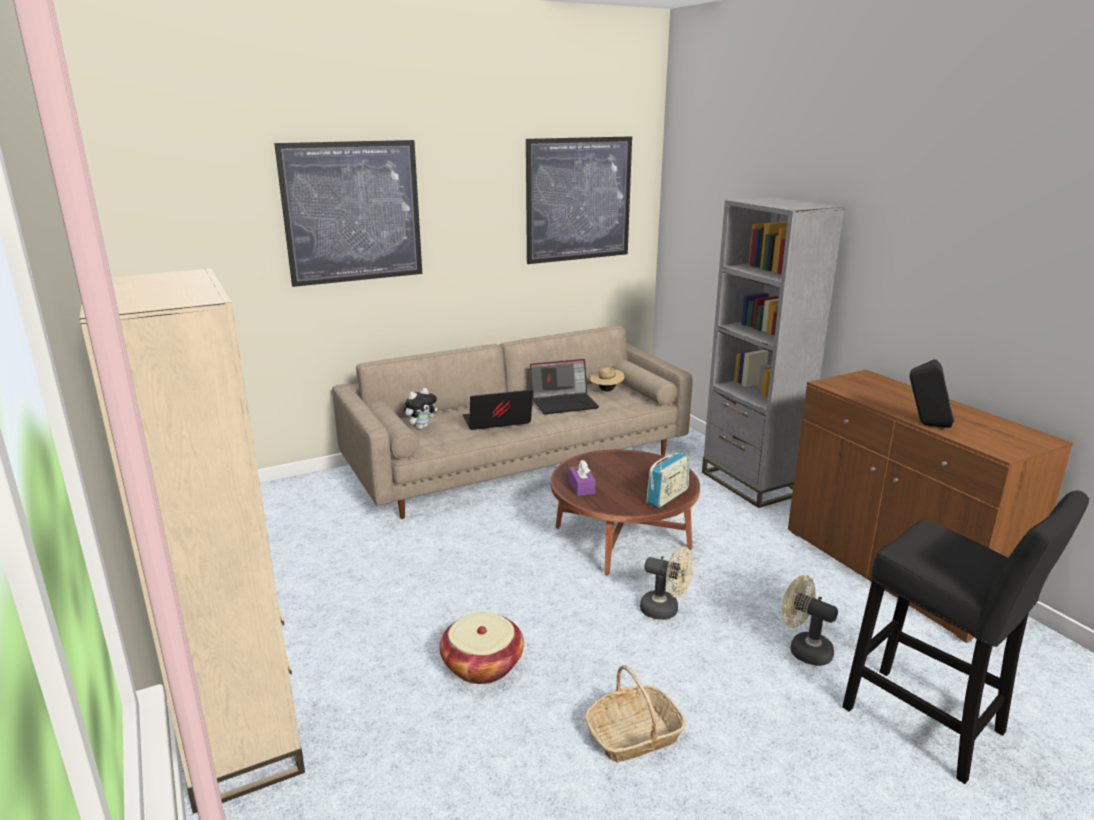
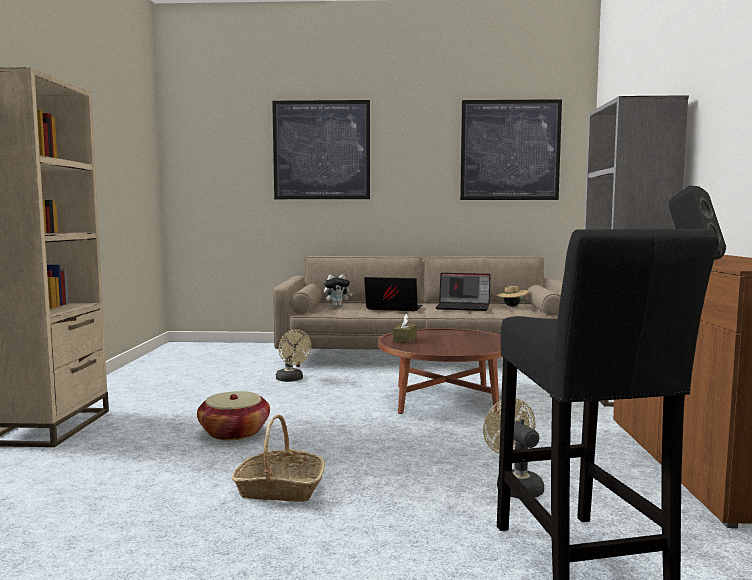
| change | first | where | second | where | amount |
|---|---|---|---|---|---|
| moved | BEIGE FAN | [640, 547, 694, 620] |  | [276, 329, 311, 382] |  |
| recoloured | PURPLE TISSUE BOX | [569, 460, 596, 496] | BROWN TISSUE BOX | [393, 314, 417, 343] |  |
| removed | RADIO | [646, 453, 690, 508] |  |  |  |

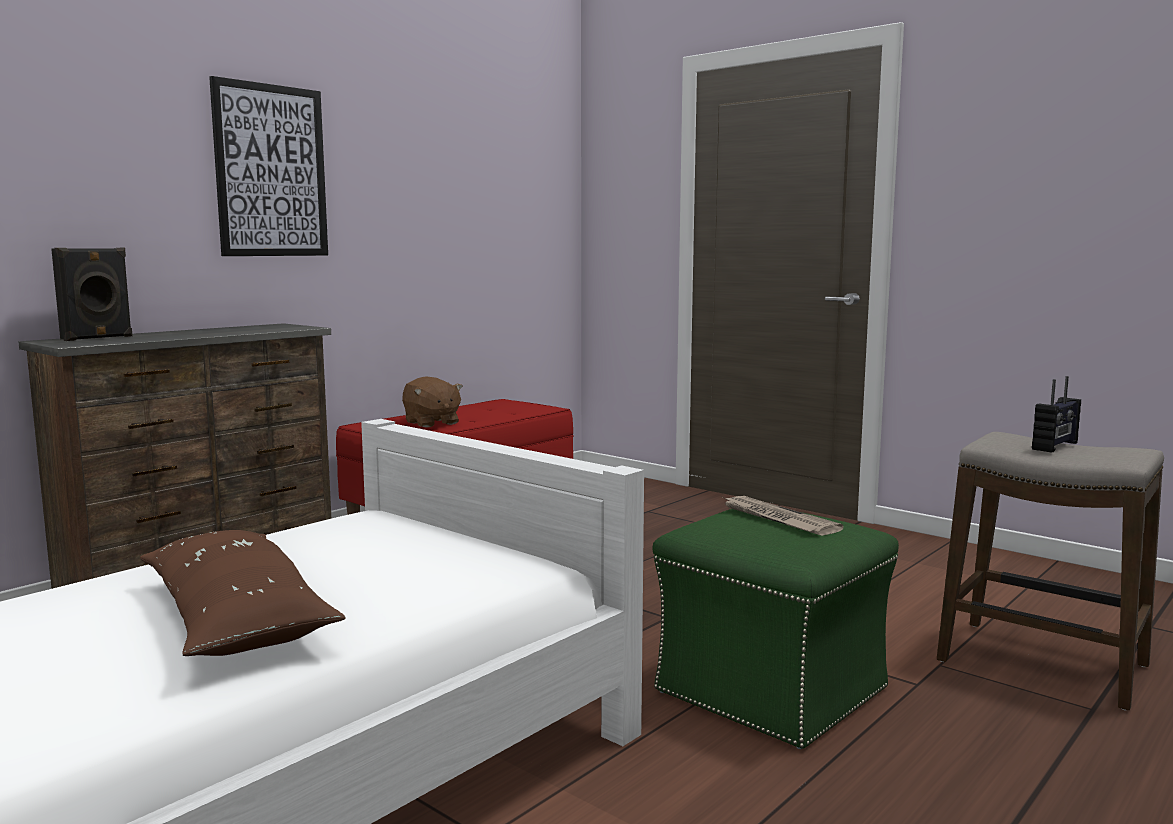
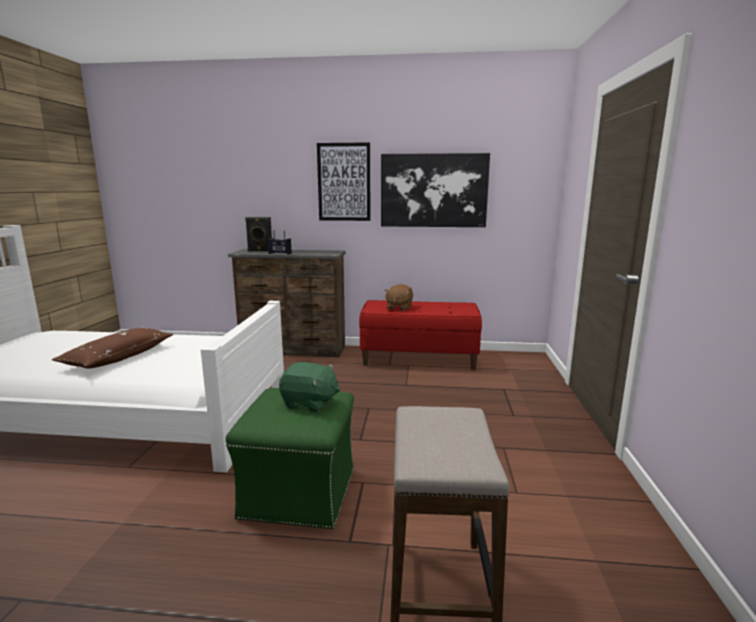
| change | first | where | second | where | amount |
|---|---|---|---|---|---|
| moved | RADIO | [1032, 376, 1081, 452] |  | [268, 230, 292, 255] |  |
| replaced | NEWSPAPER | [722, 496, 844, 536] | GREEN PLUSH TOY | [279, 362, 340, 412] |  |
| added |  |  | PICTURE | [381, 153, 490, 227] |  |

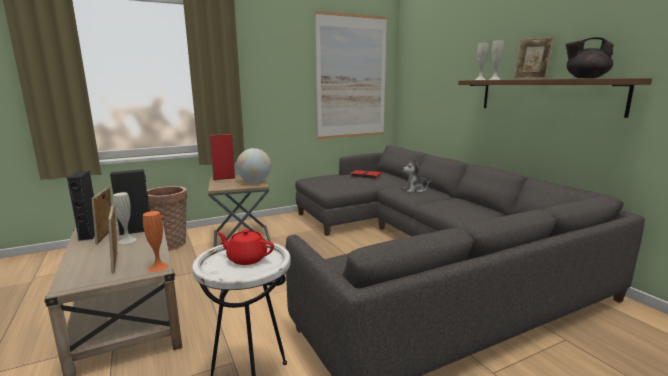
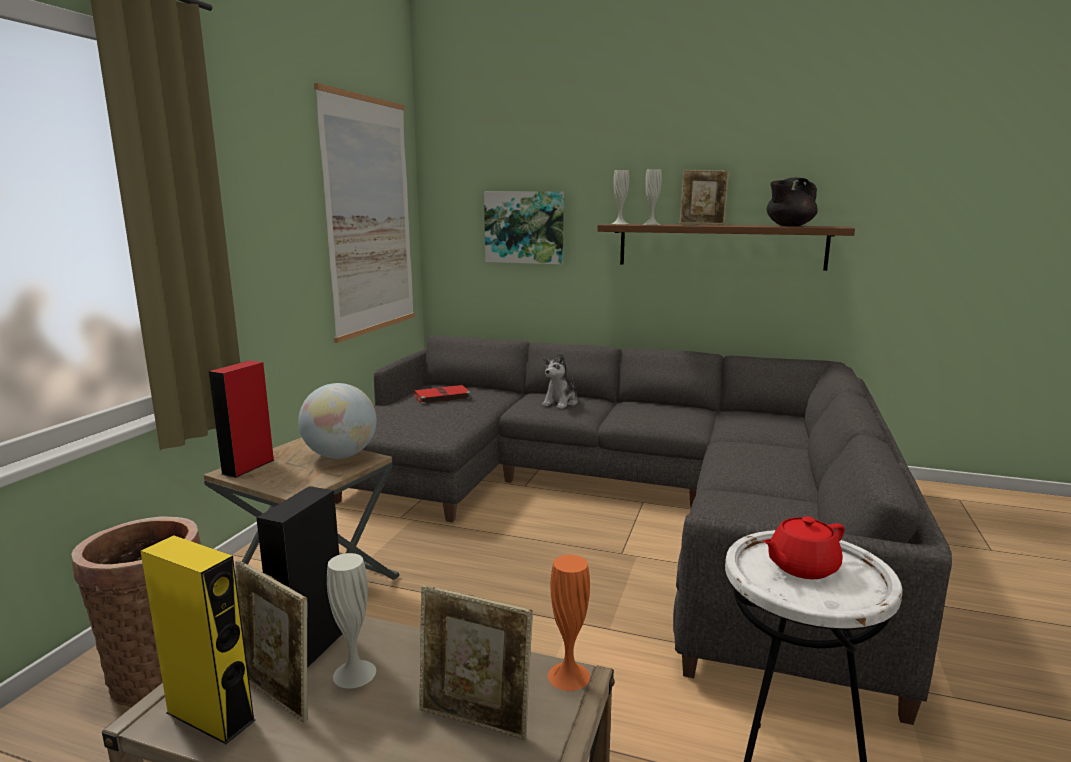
| change | first | where | second | where | amount |
|---|---|---|---|---|---|
| recoloured | BLACK SPEAKER | [67, 171, 95, 241] | YELLOW SPEAKER | [141, 535, 256, 744] |  |
| added |  |  | PICTURE | [484, 191, 564, 264] |  |

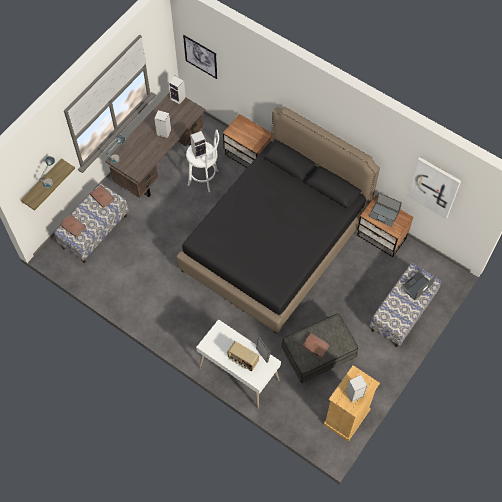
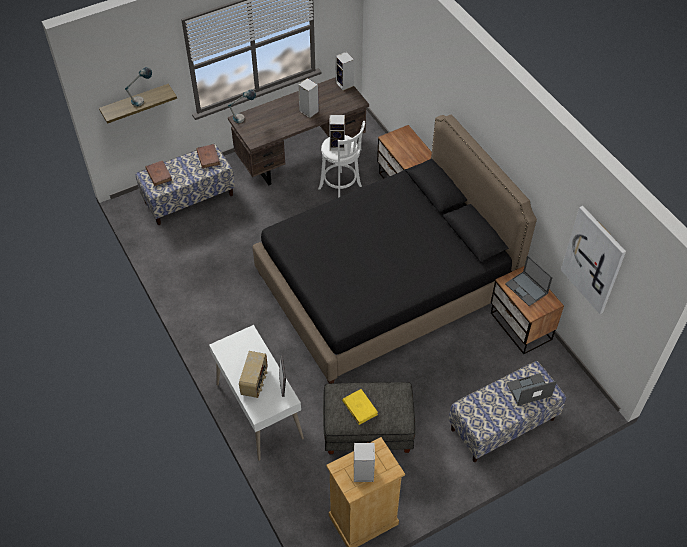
| change | first | where | second | where | amount |
|---|---|---|---|---|---|
| turned | RADIO | [227, 341, 259, 371] |  | [239, 351, 268, 398] | 135 degrees counterclockwise |
| recoloured | BROWN BOOK | [302, 333, 330, 358] | YELLOW BOOK | [342, 389, 378, 425] |  |
| removed | PICTURE | [183, 35, 217, 79] |  |  |  |

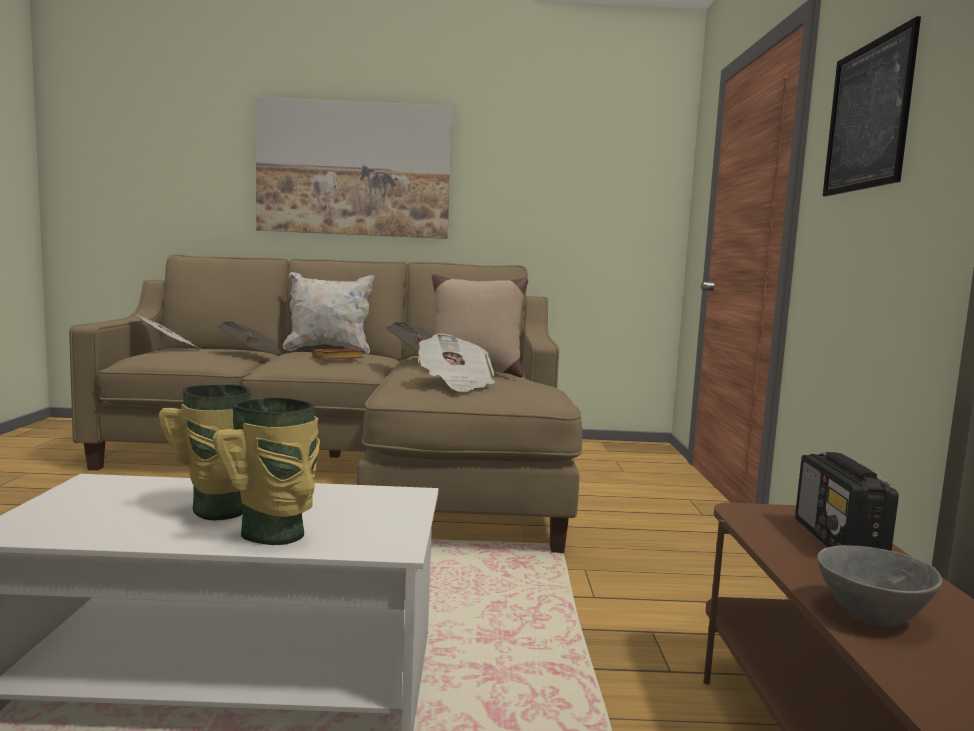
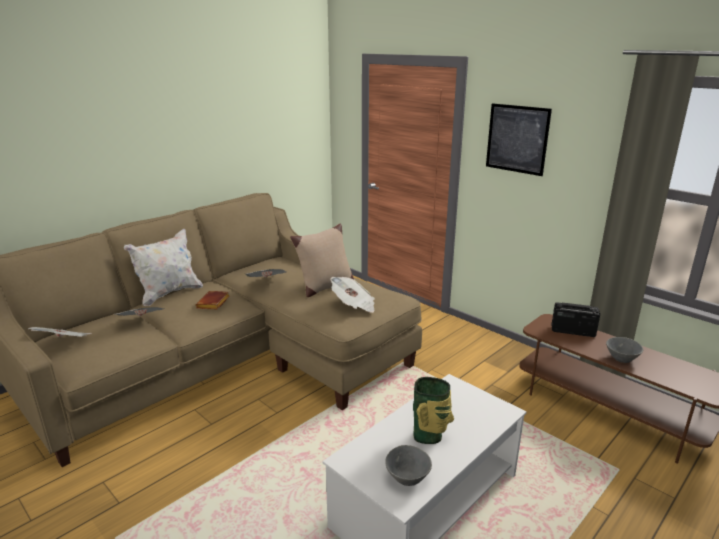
| change | first | where | second | where | amount |
|---|---|---|---|---|---|
| added |  |  | GREY BOWL | [385, 445, 432, 486] |  |
| turned | RADIO | [795, 452, 899, 551] |  | [552, 302, 600, 337] | 150 degrees clockwise |
| removed | VASE | [213, 397, 320, 545] |  |  |  |
| removed | PICTURE | [256, 97, 452, 239] |  |  |  |

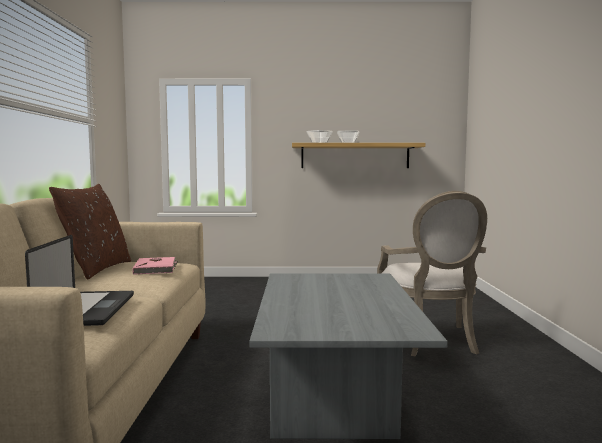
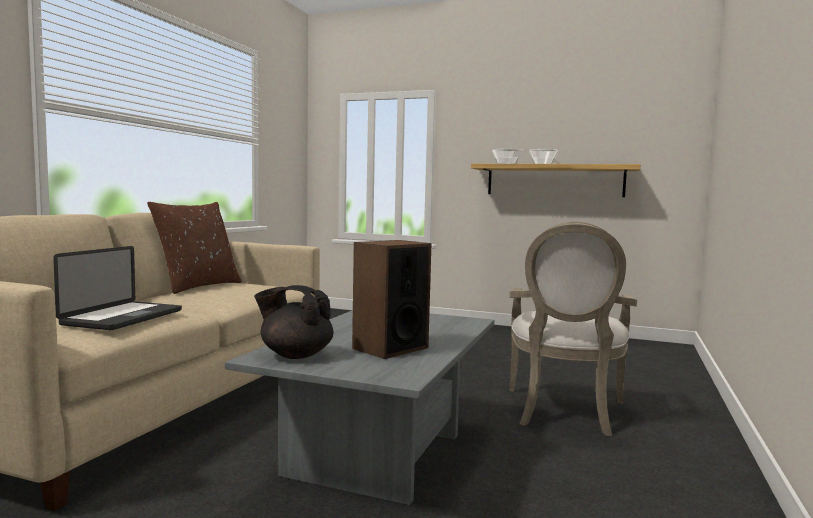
| change | first | where | second | where | amount |
|---|---|---|---|---|---|
| added |  |  | BLACK TEAPOT | [254, 285, 333, 359] |  |
| added |  |  | SPEAKER | [352, 240, 432, 359] |  |
| removed | PINK BOOK | [132, 257, 178, 275] |  |  |  |

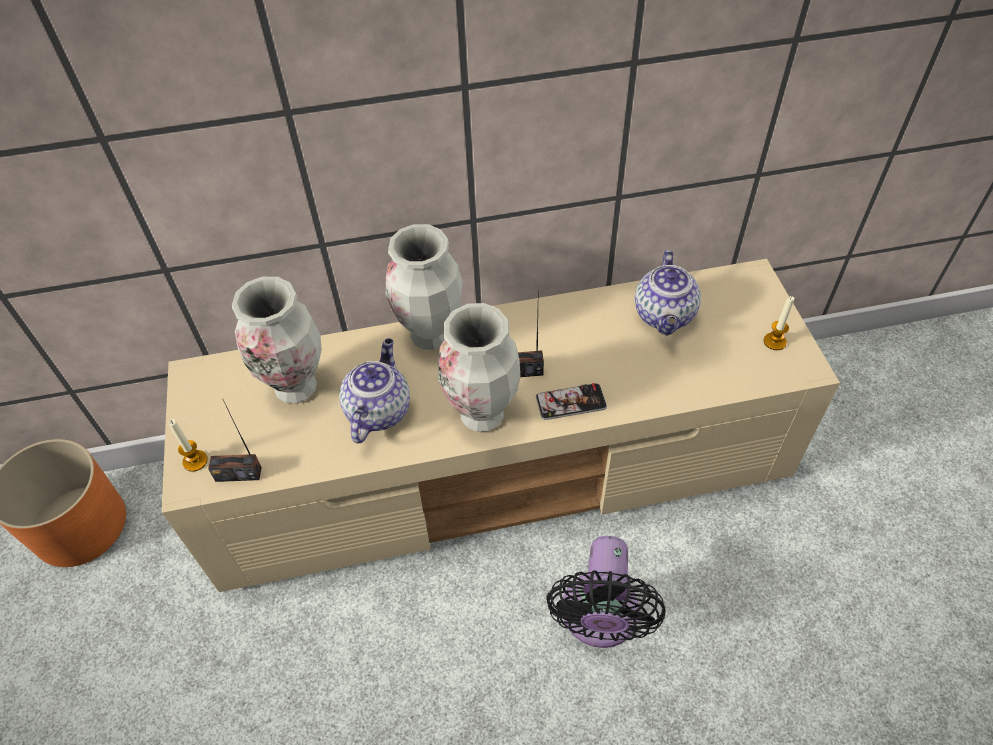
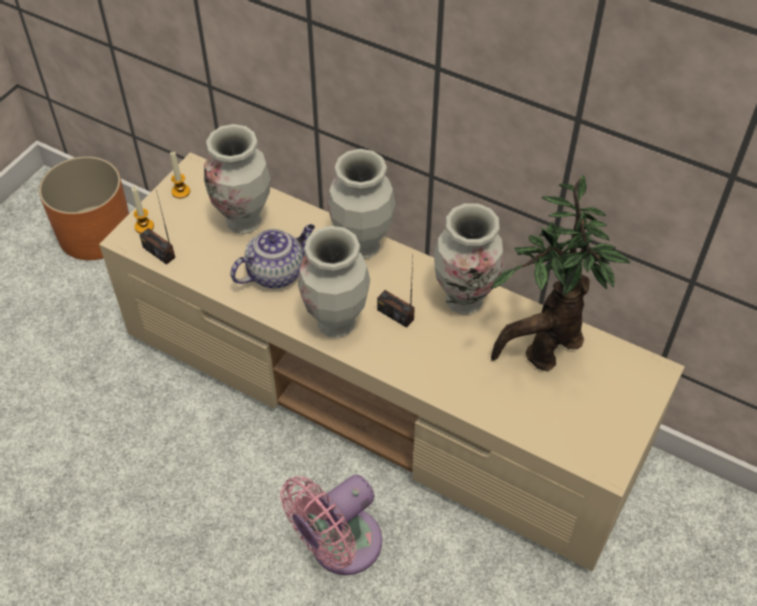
| change | first | where | second | where | amount |
|---|---|---|---|---|---|
| moved | CANDLE | [764, 296, 794, 350] |  | [170, 151, 190, 199] |  |
| recoloured | BLACK FAN | [546, 536, 666, 648] | PINK FAN | [280, 475, 382, 575] |  |
| added |  |  | VASE | [434, 203, 504, 314] |  |
| replaced | TEAPOT | [635, 250, 701, 335] | POTTED PLANT | [491, 175, 631, 371] |  |
| removed | PHONE | [536, 383, 607, 420] |  |  |  |

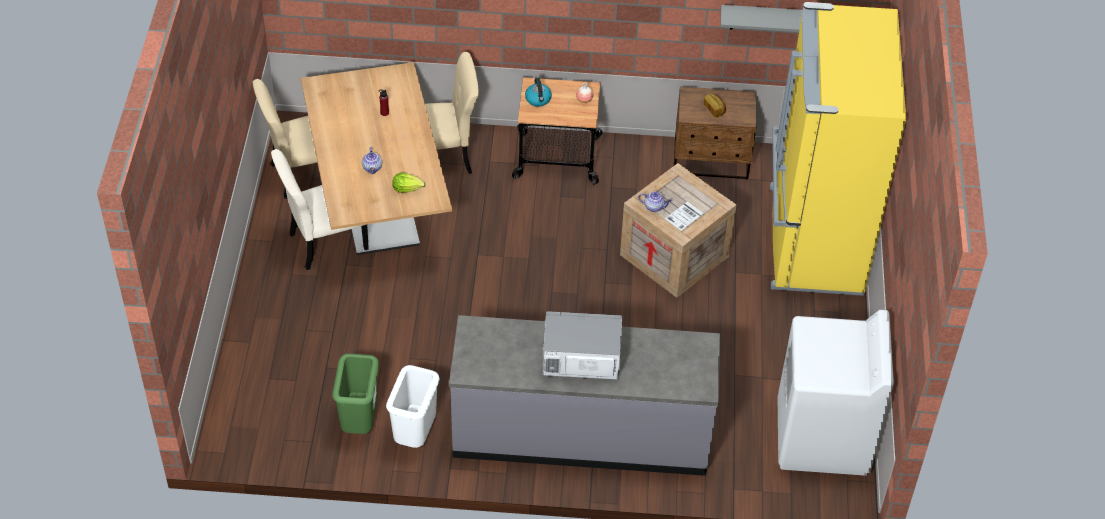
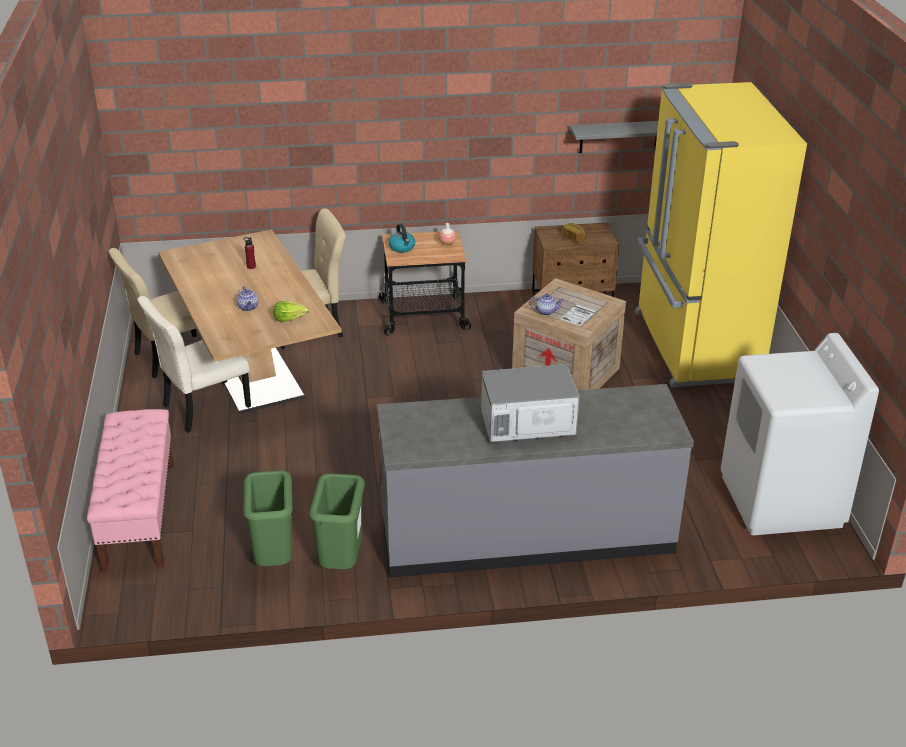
| change | first | where | second | where | amount |
|---|---|---|---|---|---|
| added |  |  | PINK BENCH | [87, 409, 174, 572] |  |
| recoloured | WHITE TRASH CAN | [386, 365, 440, 448] | GREEN TRASH CAN | [309, 473, 365, 569] |  |

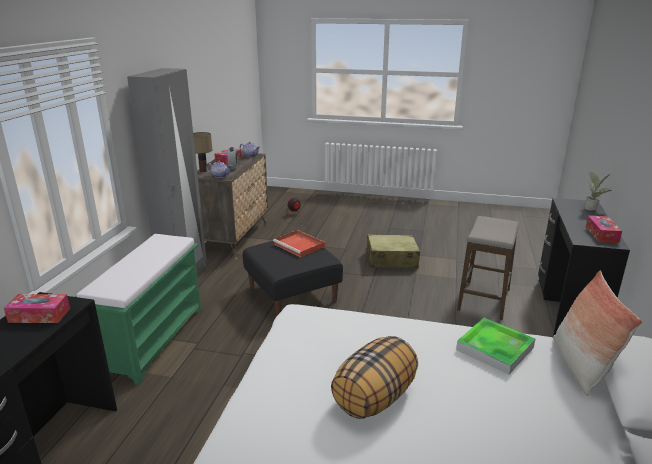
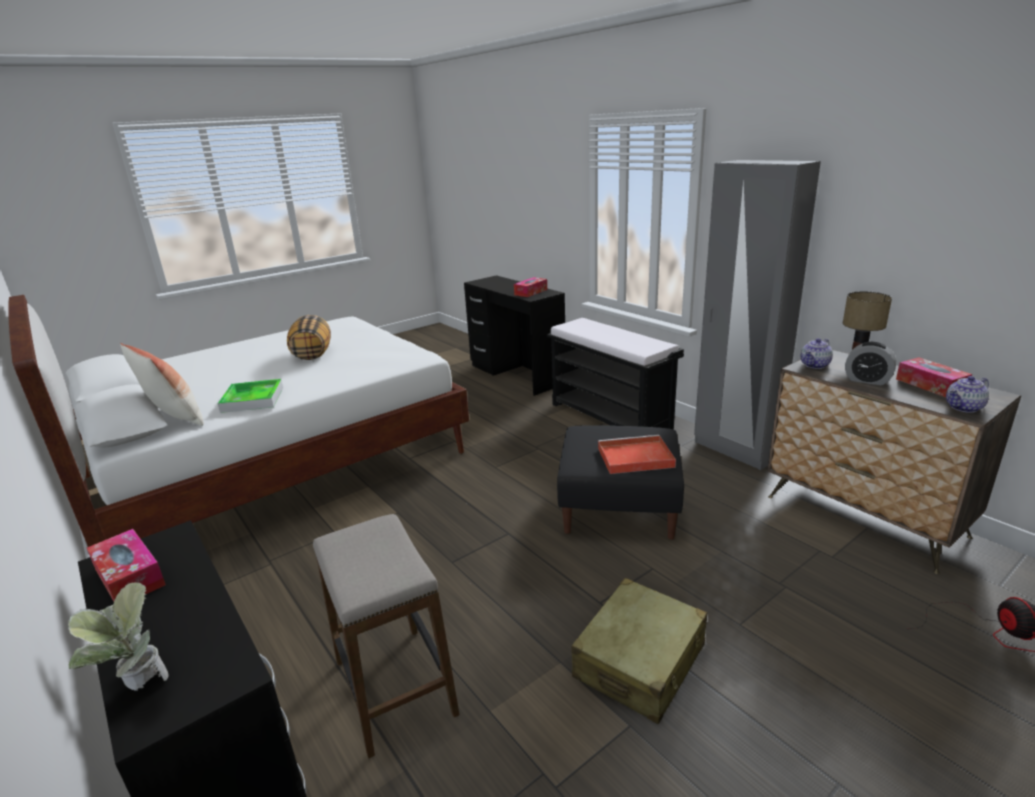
| change | first | where | second | where | amount |
|---|---|---|---|---|---|
| recoloured | GREEN BENCH | [75, 234, 201, 385] | BLACK BENCH | [547, 318, 684, 430] |  |

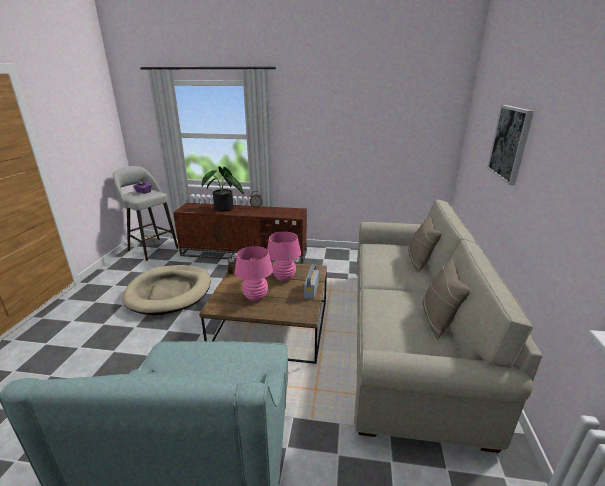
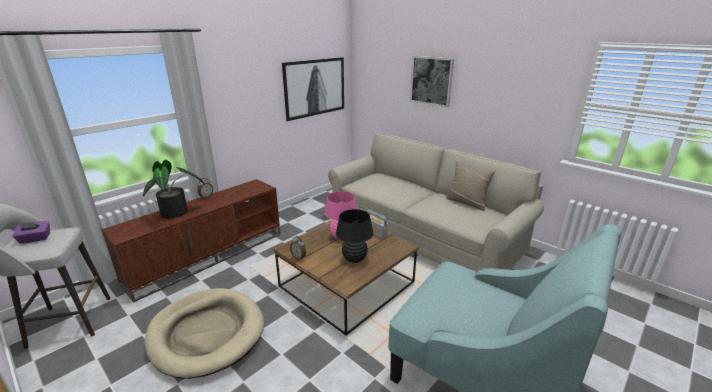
| change | first | where | second | where | amount |
|---|---|---|---|---|---|
| added |  |  | PICTURE | [282, 57, 344, 121] |  |
| recoloured | PINK TABLE LAMP | [235, 246, 273, 301] | BLACK TABLE LAMP | [336, 209, 374, 263] |  |
| removed | BEIGE PILLOW | [408, 215, 441, 273] |  |  |  |

